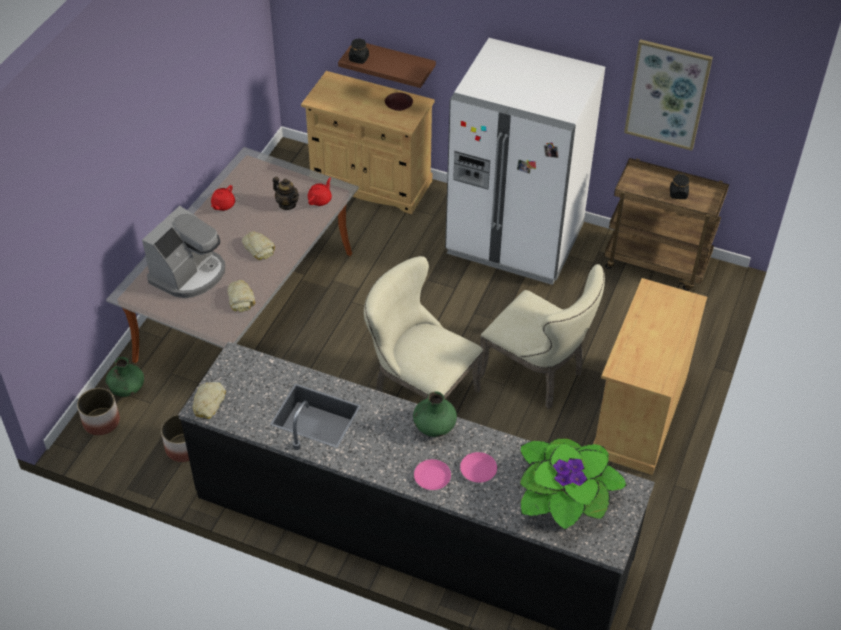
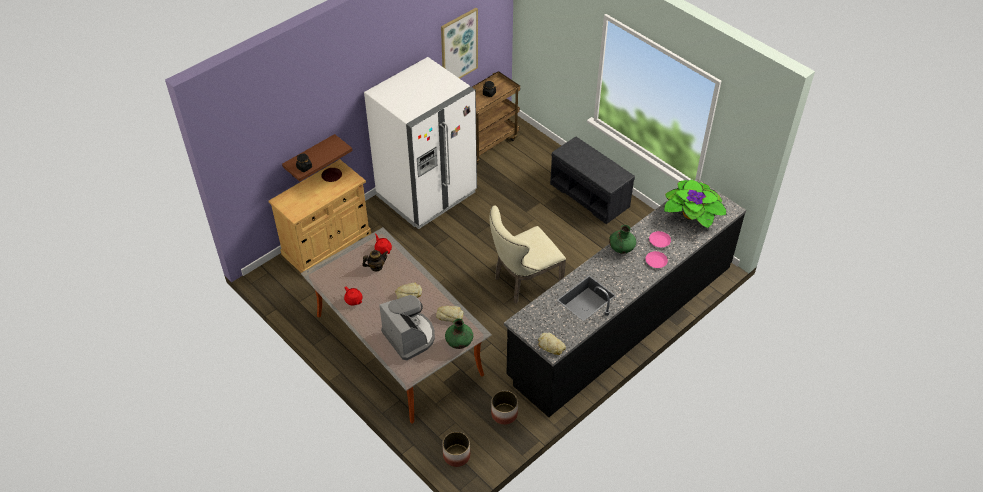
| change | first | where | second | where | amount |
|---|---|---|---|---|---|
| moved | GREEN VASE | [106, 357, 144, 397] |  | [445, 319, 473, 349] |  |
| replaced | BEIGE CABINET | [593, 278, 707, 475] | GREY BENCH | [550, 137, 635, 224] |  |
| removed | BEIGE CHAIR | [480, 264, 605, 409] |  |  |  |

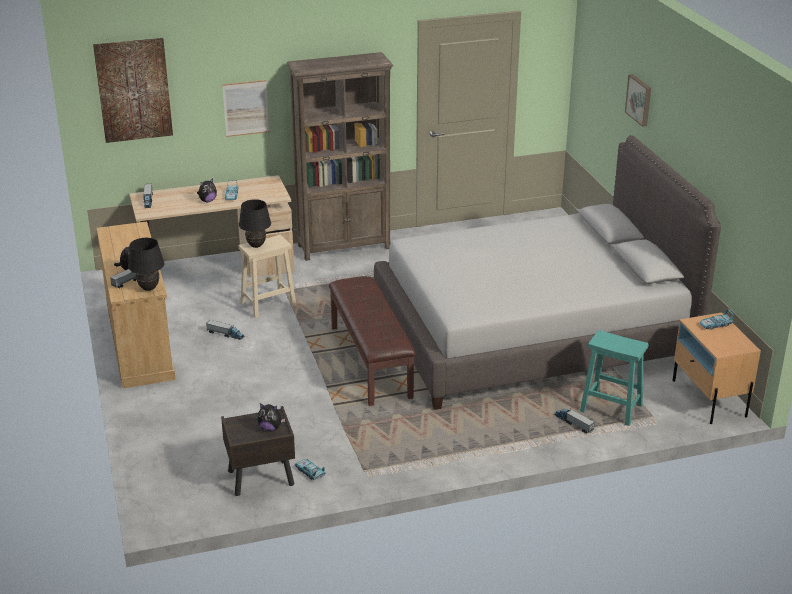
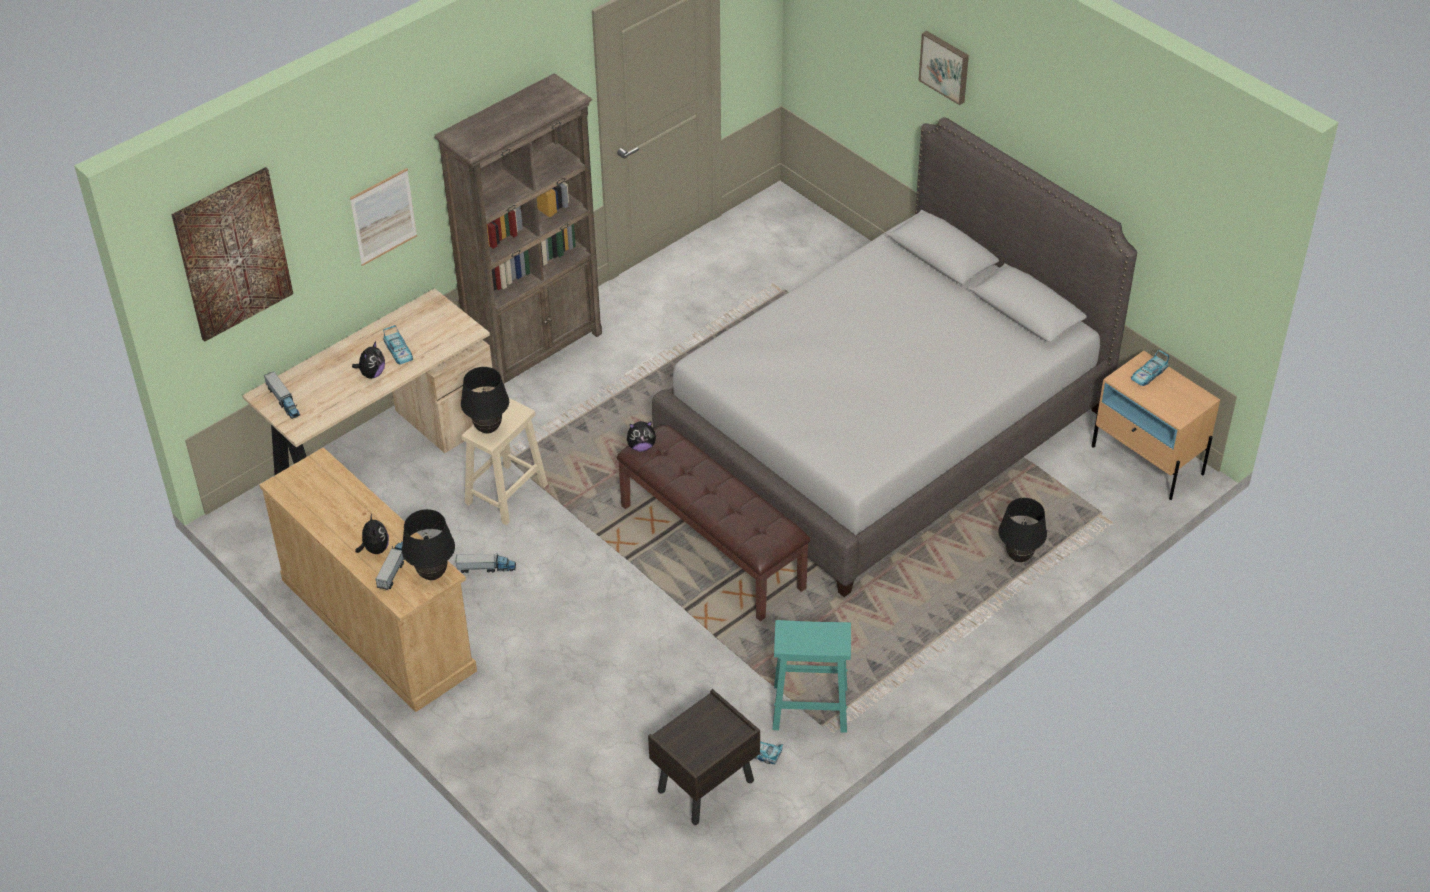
| change | first | where | second | where | amount |
|---|---|---|---|---|---|
| moved | PLUSH TOY | [257, 403, 285, 431] |  | [627, 421, 657, 451] |  |
| moved | TURQUOISE STOOL | [580, 330, 649, 426] |  | [773, 620, 851, 733] |  |
| replaced | TOY TRUCK | [555, 408, 595, 434] | BLACK TABLE LAMP | [999, 498, 1047, 562] |  |

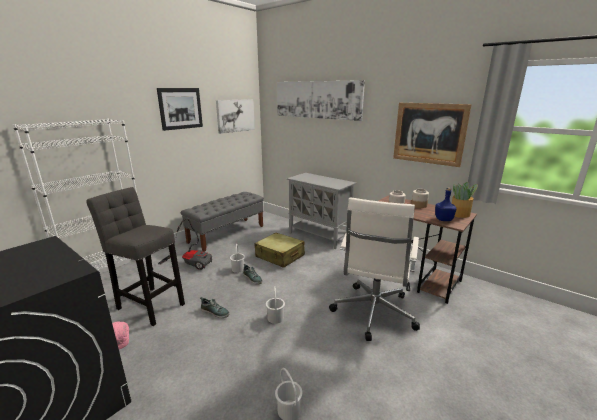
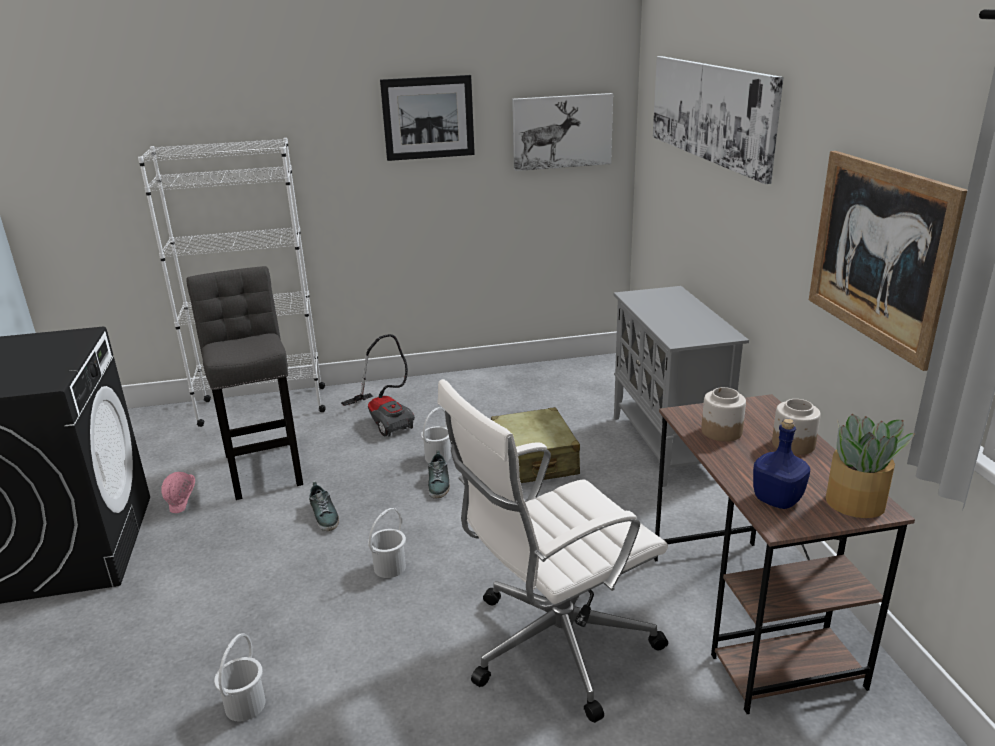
| change | first | where | second | where | amount |
|---|---|---|---|---|---|
| removed | GREY BENCH | [181, 192, 264, 252] |  |  |  |

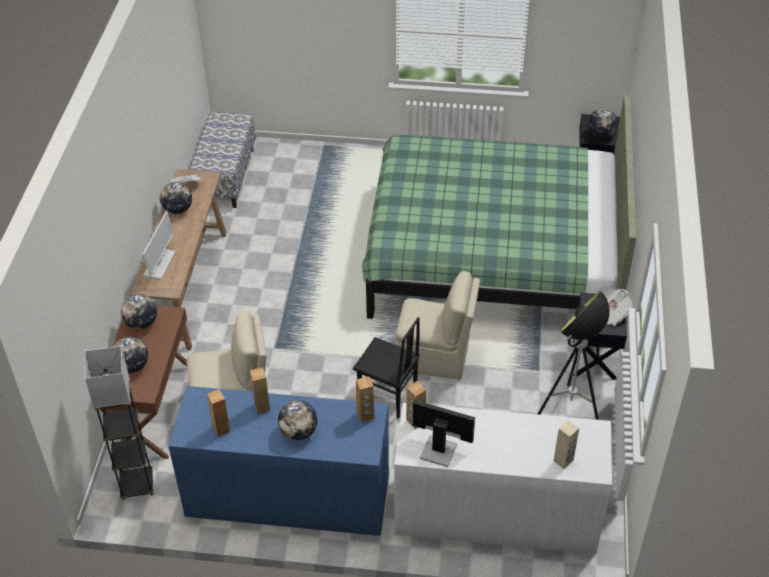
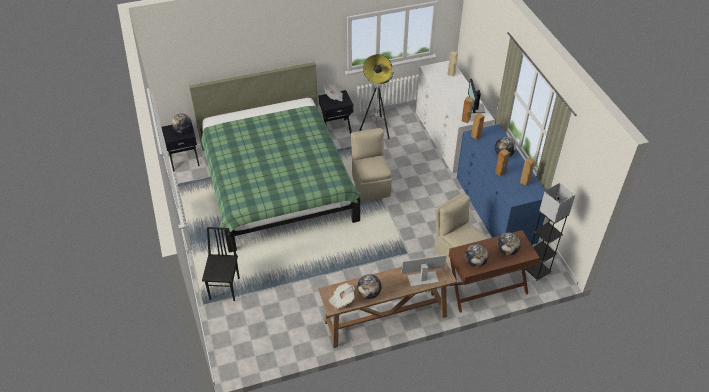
| change | first | where | second | where | amount |
|---|---|---|---|---|---|
| moved | BLACK CHAIR | [353, 317, 420, 419] |  | [202, 227, 240, 301] |  |
| removed | BENCH | [189, 112, 256, 208] |  |  |  |

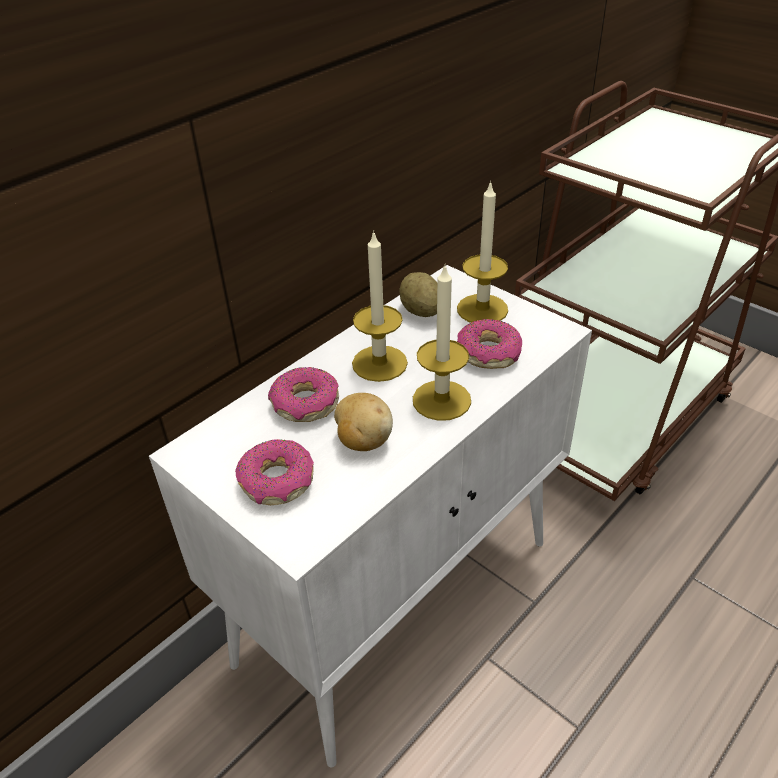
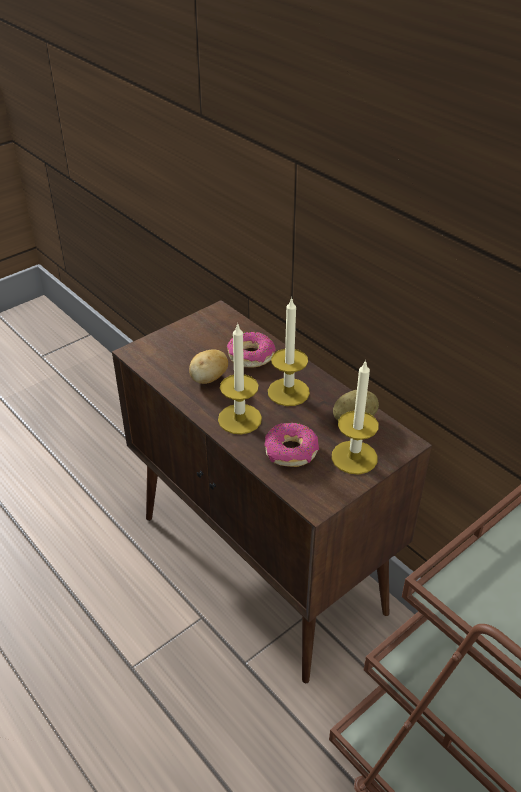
| change | first | where | second | where | amount |
|---|---|---|---|---|---|
| recoloured | WHITE CABINET | [149, 265, 592, 767] | BROWN CABINET | [112, 300, 432, 683] |  |
| removed | DONUT | [235, 439, 314, 505] |  |  |  |

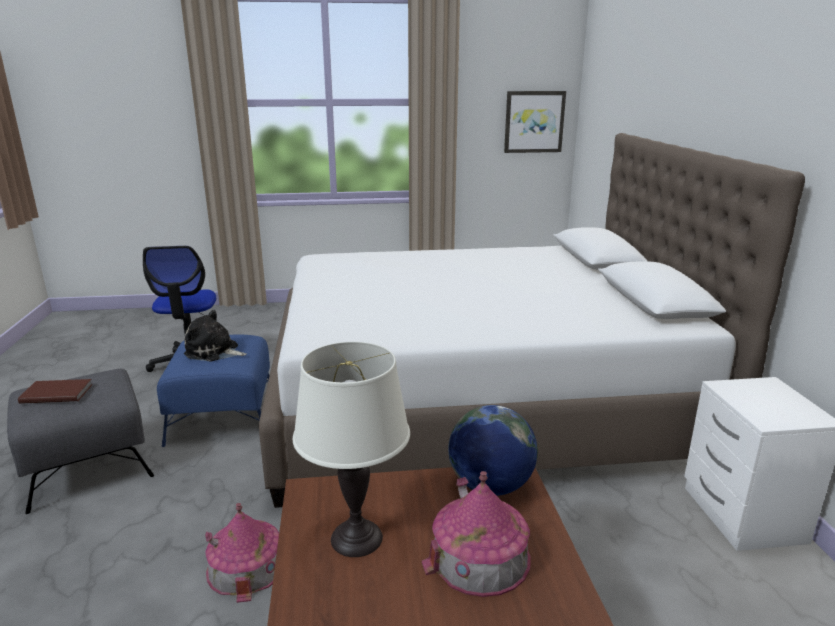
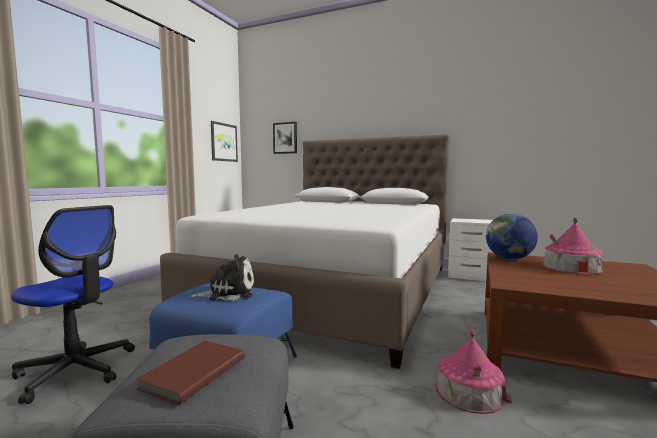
| change | first | where | second | where | amount |
|---|---|---|---|---|---|
| turned | PLUSH TOY | [184, 310, 247, 362] |  | [189, 254, 254, 301] | 150 degrees counterclockwise |
| added |  |  | PICTURE | [273, 122, 297, 154] |  |
| removed | WHITE TABLE LAMP | [293, 342, 410, 557] |  |  |  |

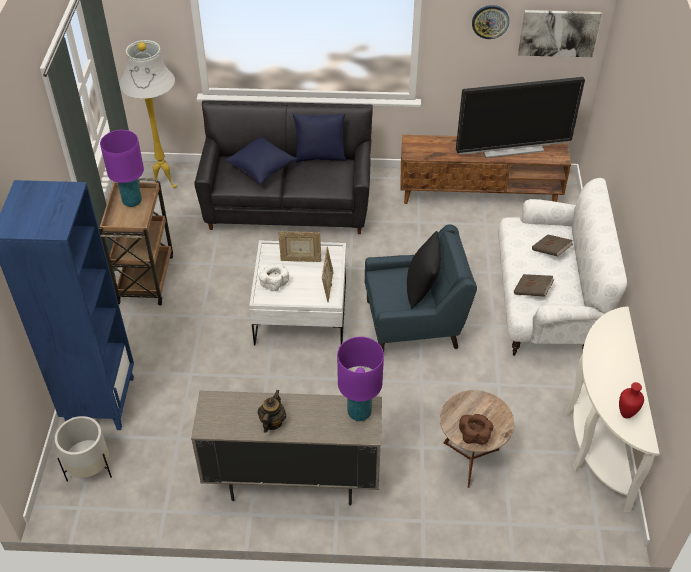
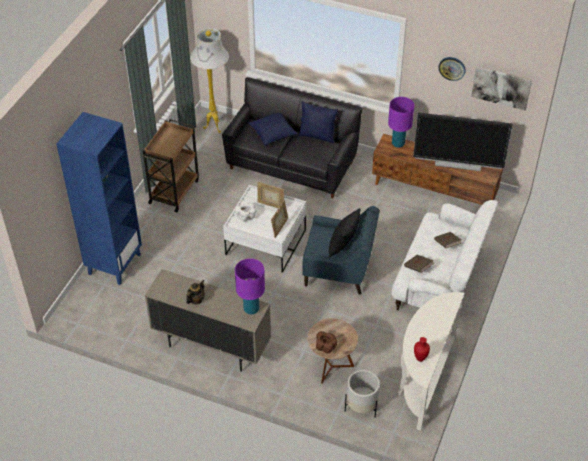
| change | first | where | second | where | amount |
|---|---|---|---|---|---|
| moved | WHITE PLANTER | [55, 416, 112, 482] |  | [345, 370, 380, 418] |  |
| moved | PURPLE TABLE LAMP | [100, 130, 144, 207] |  | [388, 97, 414, 148] |  |

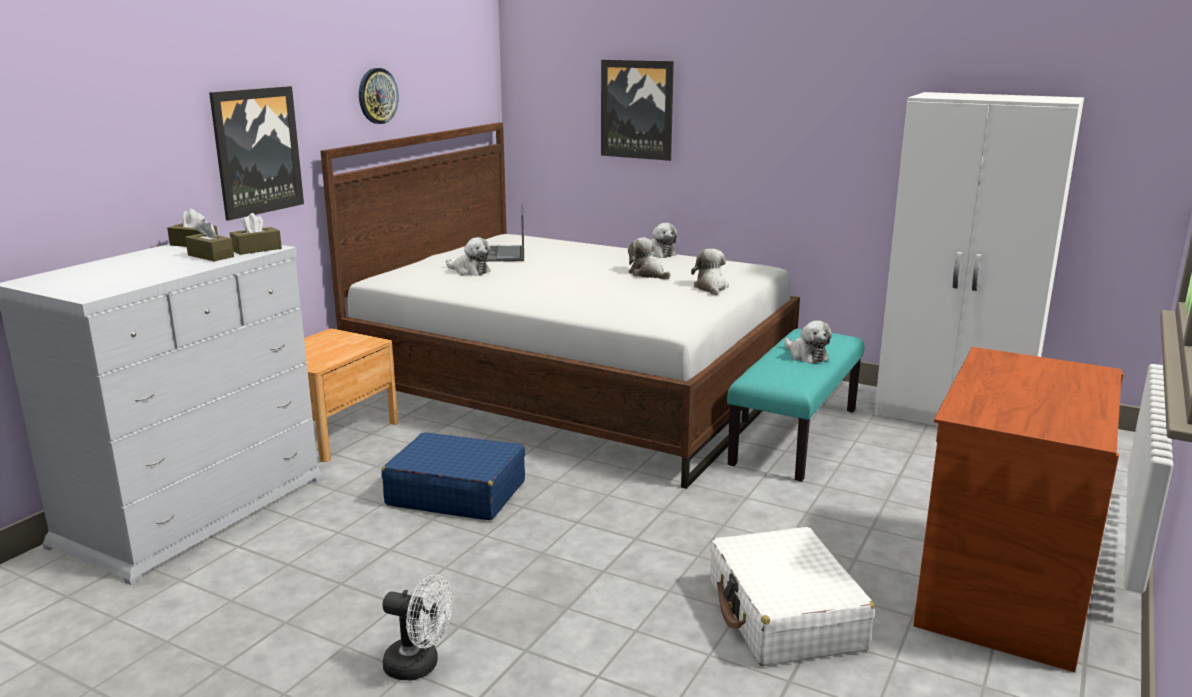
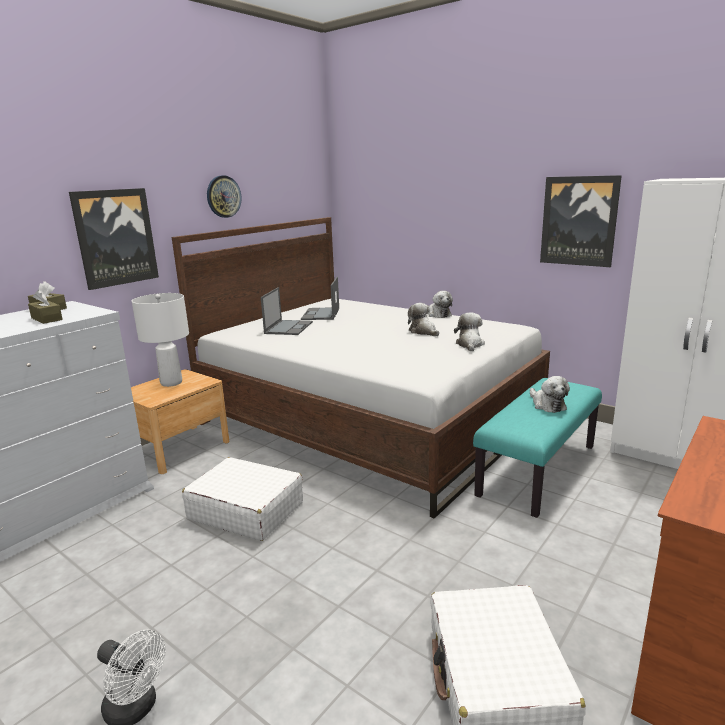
| change | first | where | second | where | amount |
|---|---|---|---|---|---|
| added |  |  | WHITE TABLE LAMP | [132, 293, 189, 387] |  |
| recoloured | BLUE SUITCASE | [382, 432, 525, 520] | WHITE SUITCASE | [182, 457, 303, 541] |  |
| replaced | PLUSH TOY | [446, 237, 491, 276] | LAPTOP | [261, 287, 313, 335] |  |
| moved | PICTURE | [601, 60, 674, 161] |  | [540, 175, 622, 267] |  |
| removed | BROWN TISSUE BOX | [230, 213, 282, 255] |  |  |  |

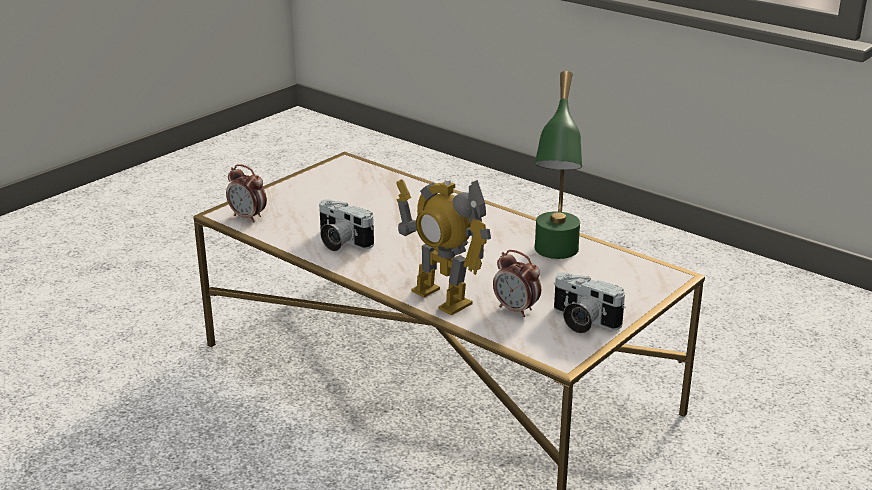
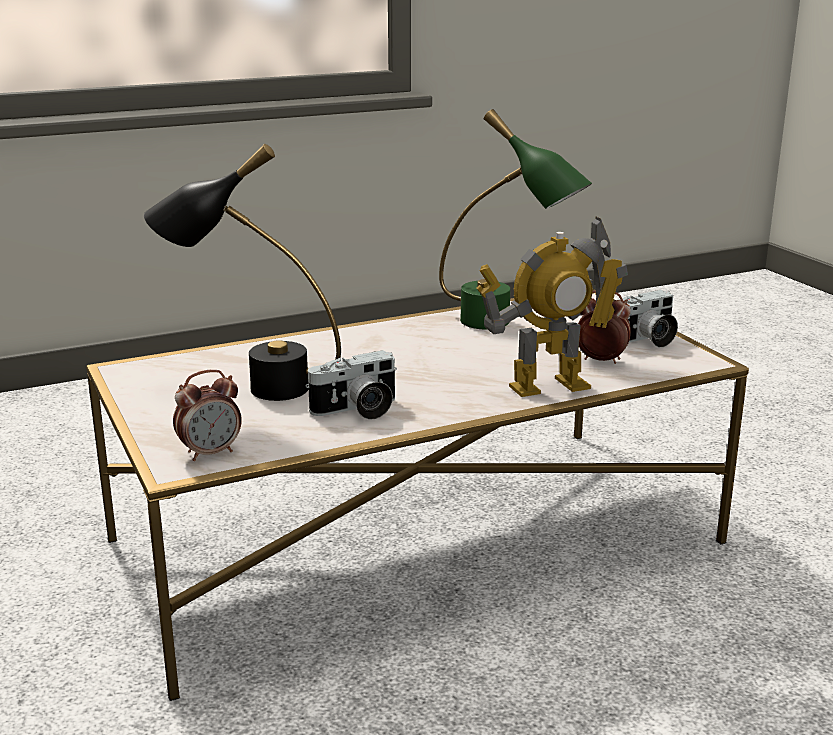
| change | first | where | second | where | amount |
|---|---|---|---|---|---|
| added |  |  | BLACK TABLE LAMP | [144, 144, 341, 401] |  |
| turned | ALARM CLOCK | [493, 250, 541, 317] |  | [578, 290, 631, 364] | 135 degrees counterclockwise |

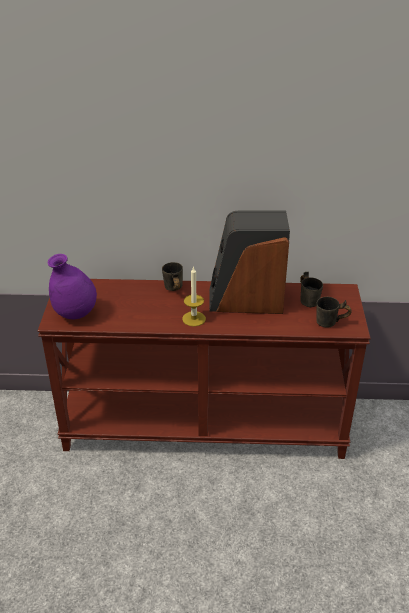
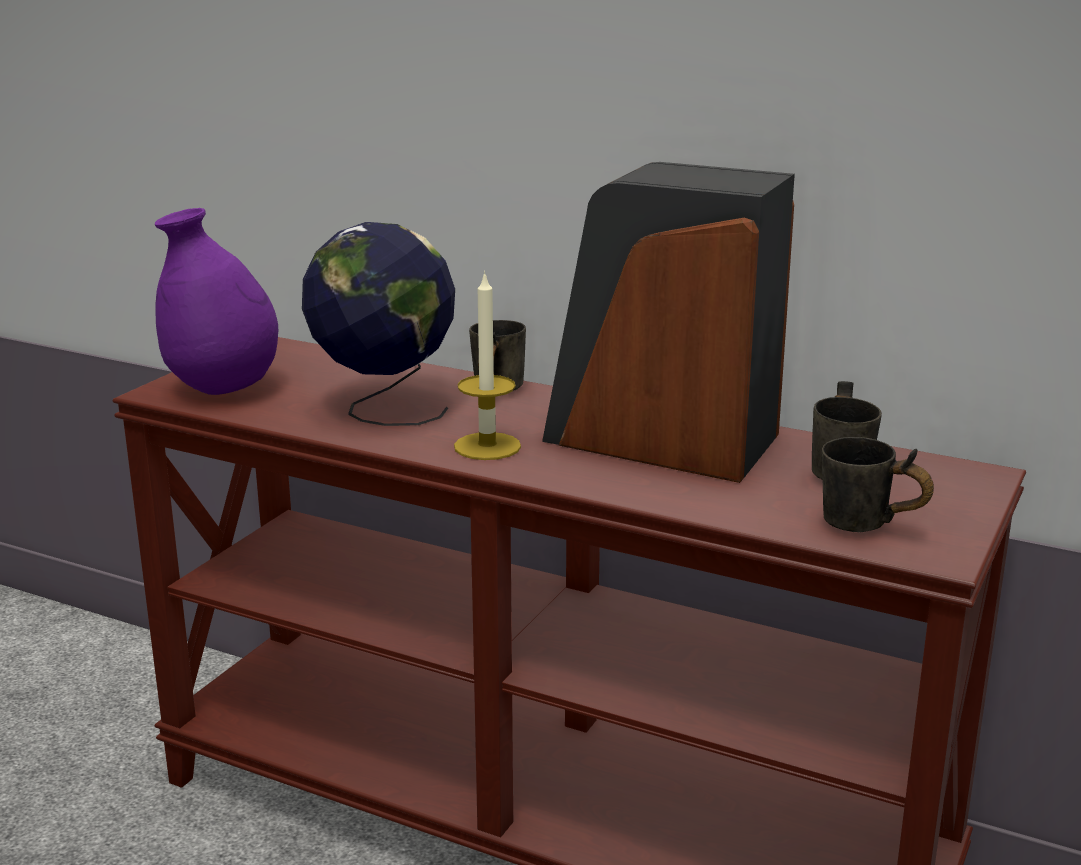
| change | first | where | second | where | amount |
|---|---|---|---|---|---|
| added |  |  | GLOBE | [302, 222, 455, 426] |  |

